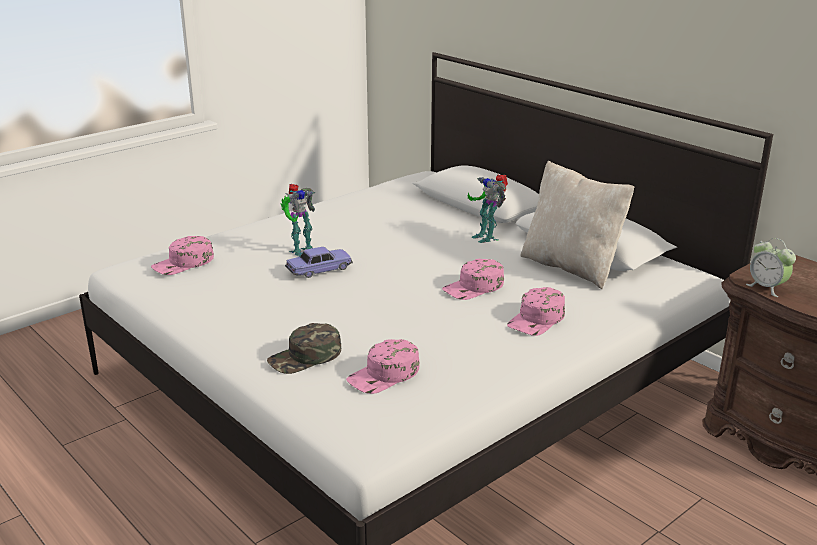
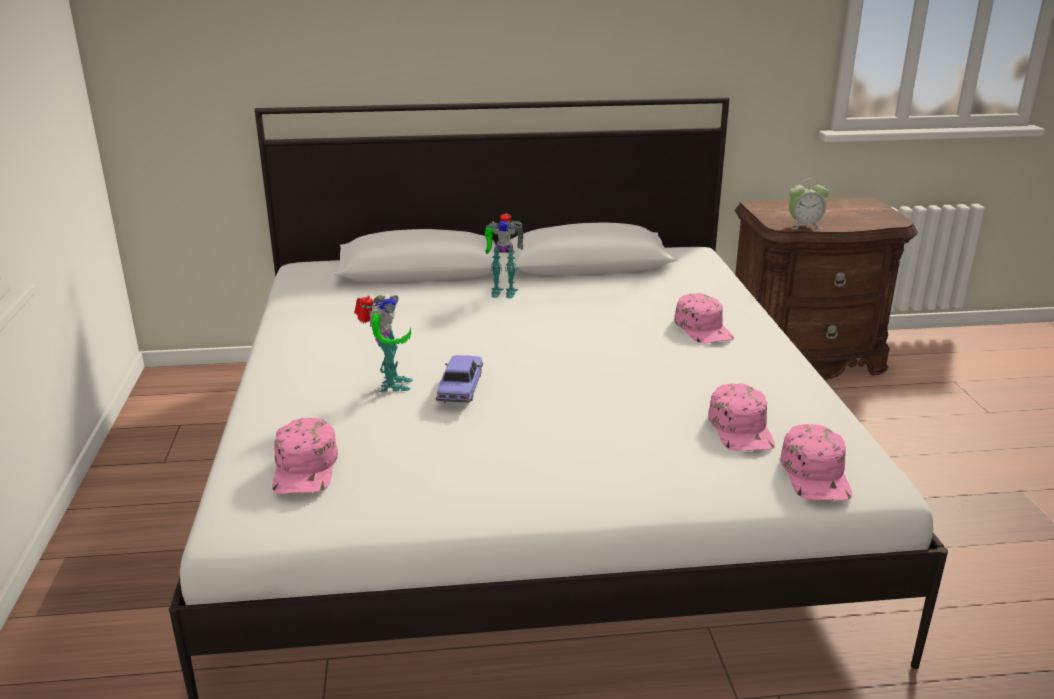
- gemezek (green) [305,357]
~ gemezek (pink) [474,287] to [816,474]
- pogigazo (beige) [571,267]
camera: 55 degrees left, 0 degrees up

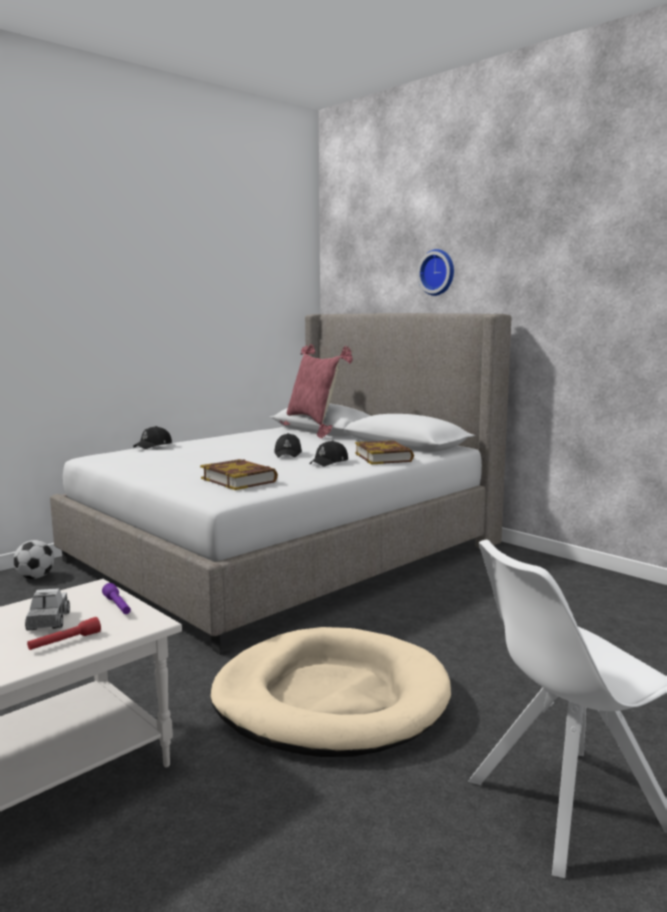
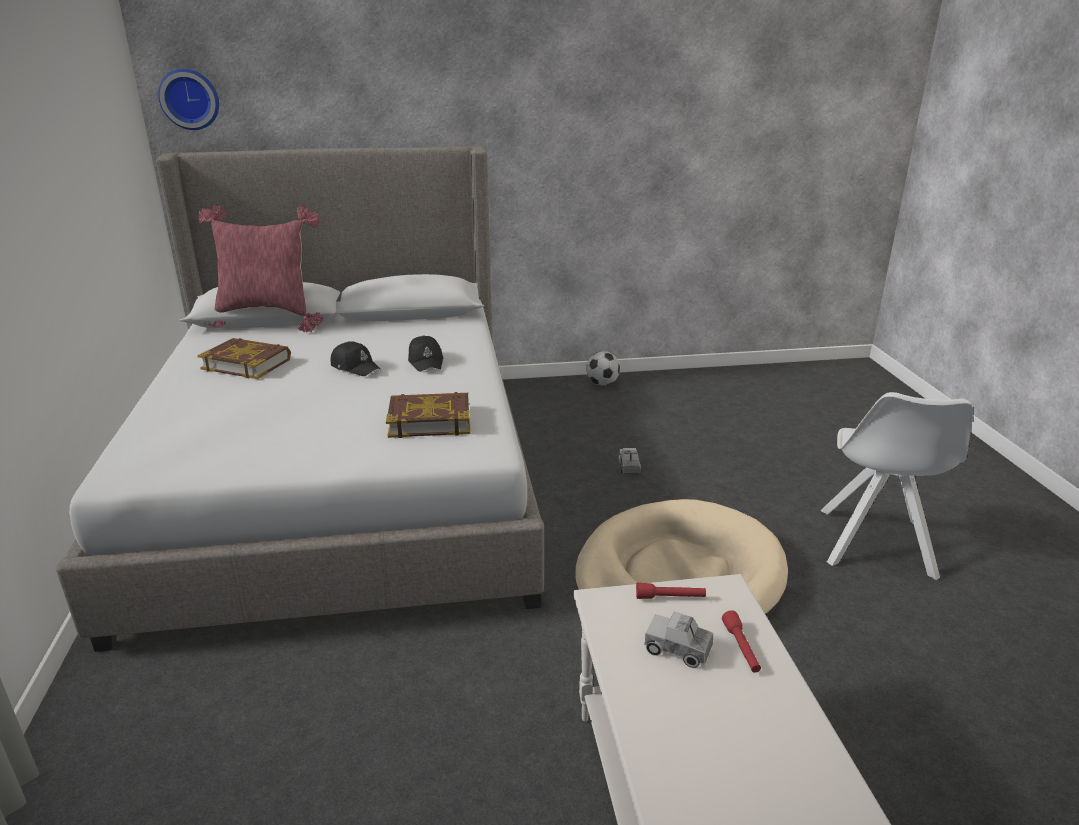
~ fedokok [36,577] to [602,384]
~ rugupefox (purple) [118,606] to rugupefox (red) [670,598]
- gemezek (black) [153,445]
~ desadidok [383,457] to [247,364]
~ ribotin [438,272] to [190,99]
+ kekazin [629,467]
camera: 55 degrees left, 15 degrees up

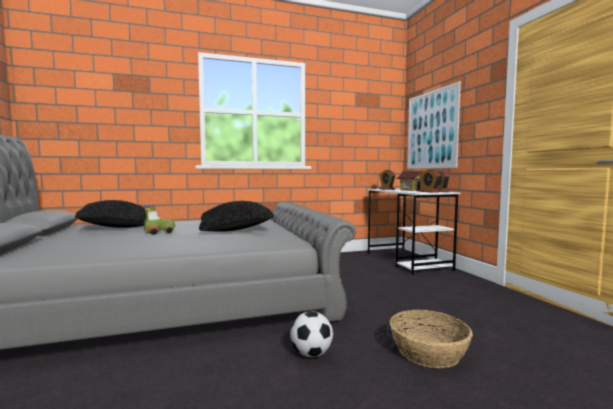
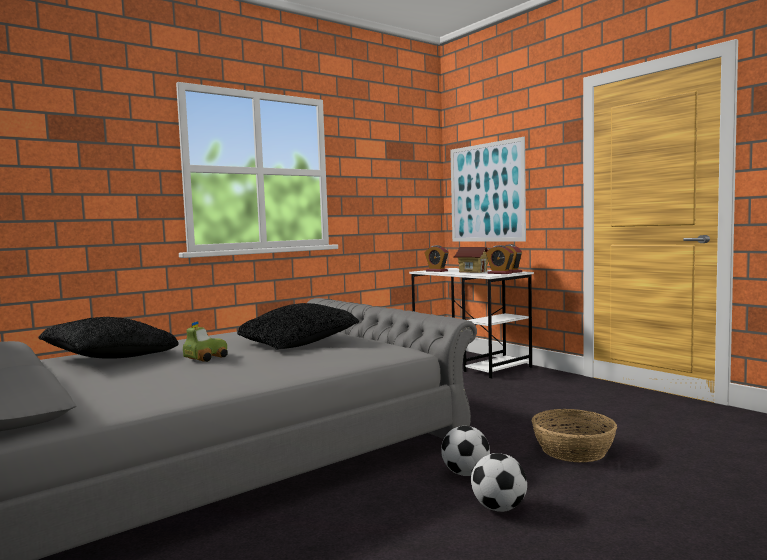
+ fedokok [499,508]
camera: 20 degrees left, 0 degrees up

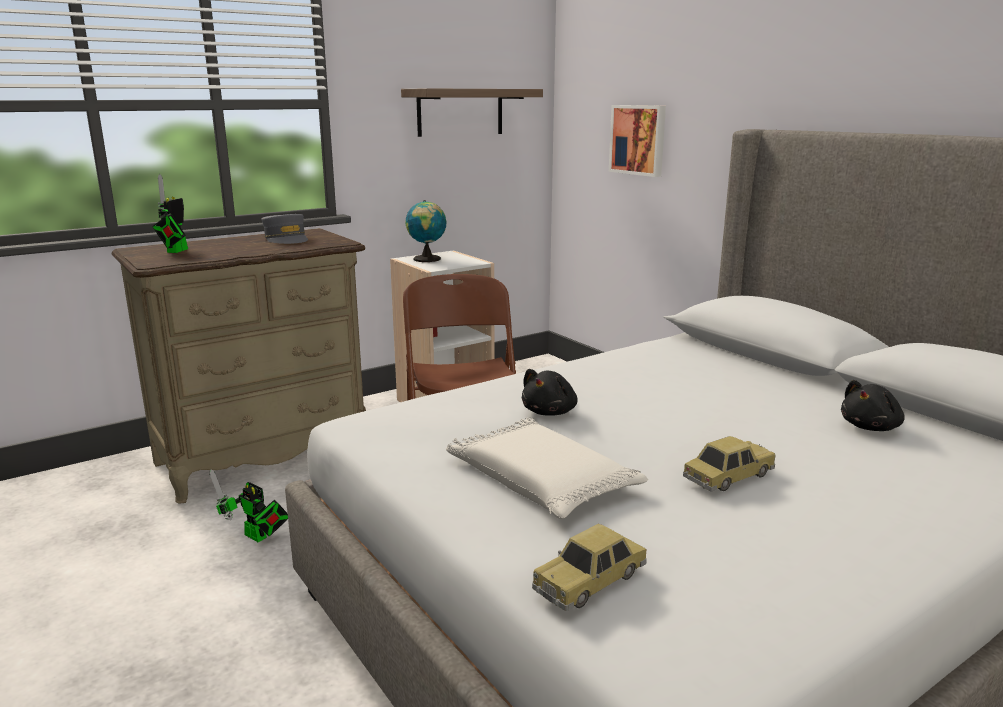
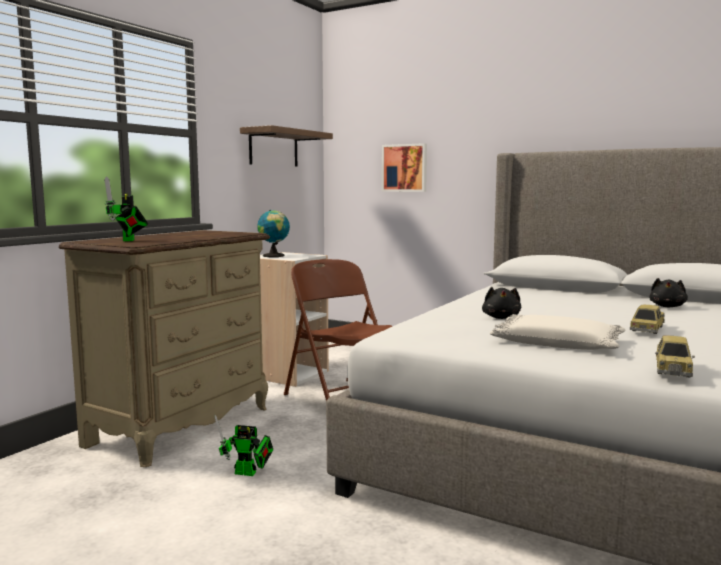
- gemezek (grey) [286,239]
camera: 25 degrees left, 10 degrees down

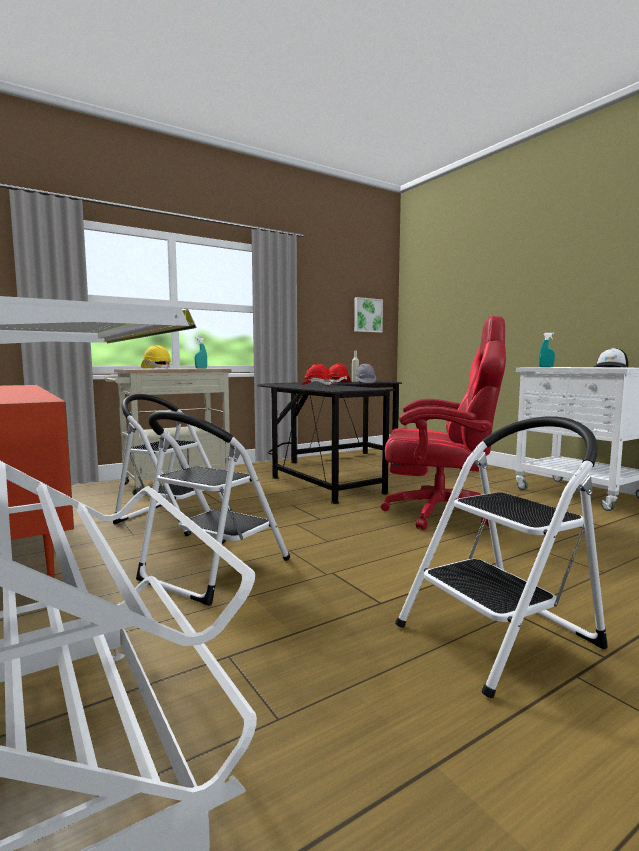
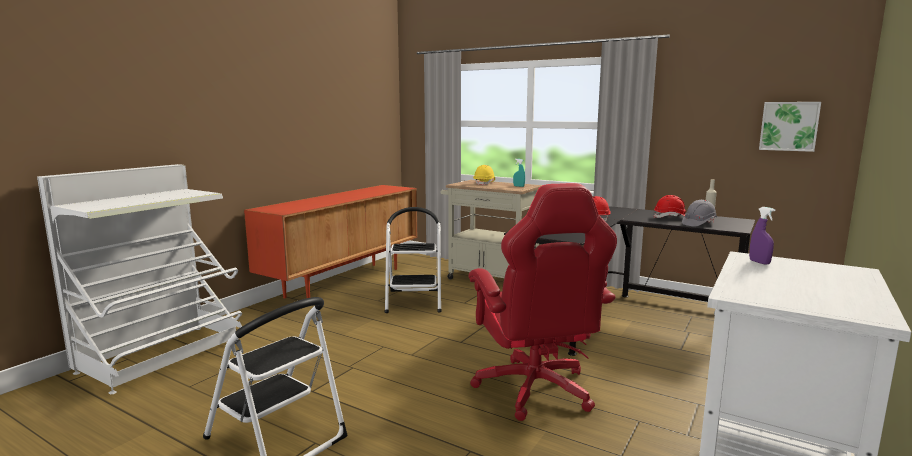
- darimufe [212,571]
~ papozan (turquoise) [546,367] to papozan (purple) [759,262]
- gemezek [611,367]
camera: 65 degrees right, 5 degrees up

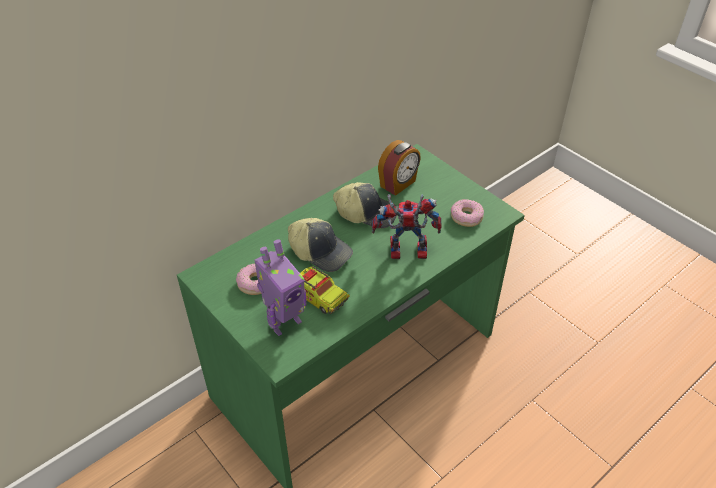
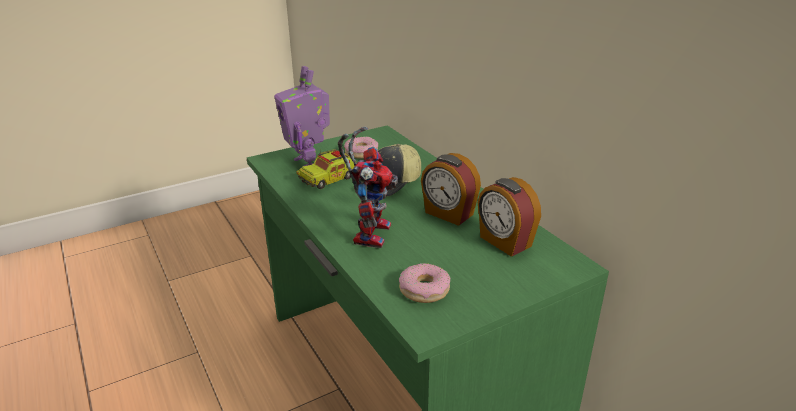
~ gemezek [367,213] to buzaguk [448,214]
camera: 100 degrees right, 15 degrees down

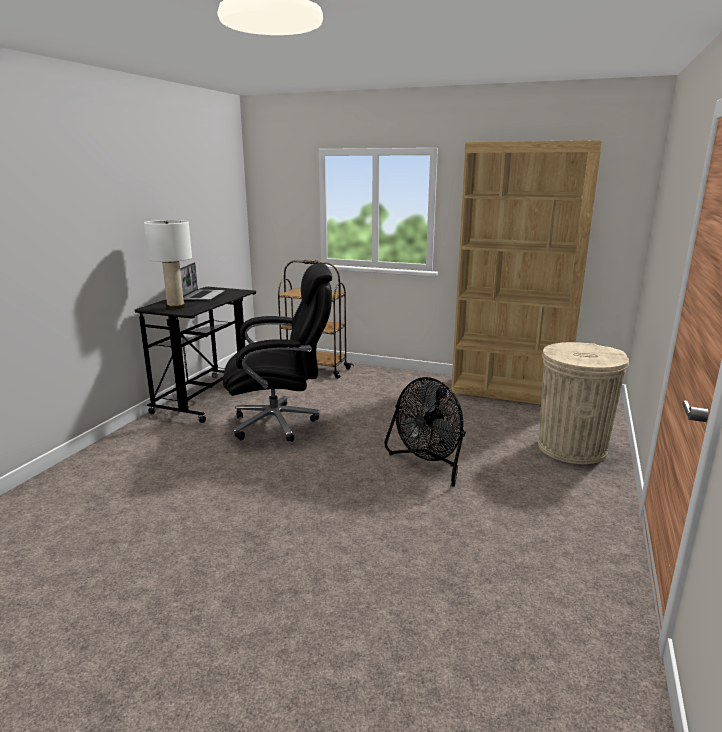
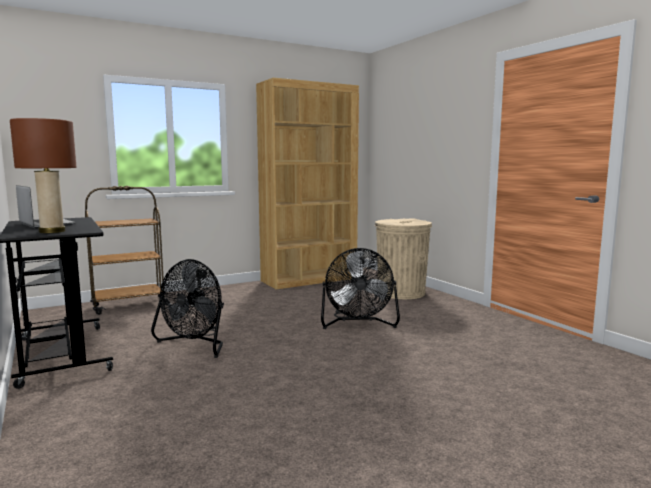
~ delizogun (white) [176,307] to delizogun (brown) [52,231]
~ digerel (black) [280,424] to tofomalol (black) [196,343]
camera: 50 degrees left, 10 degrees down

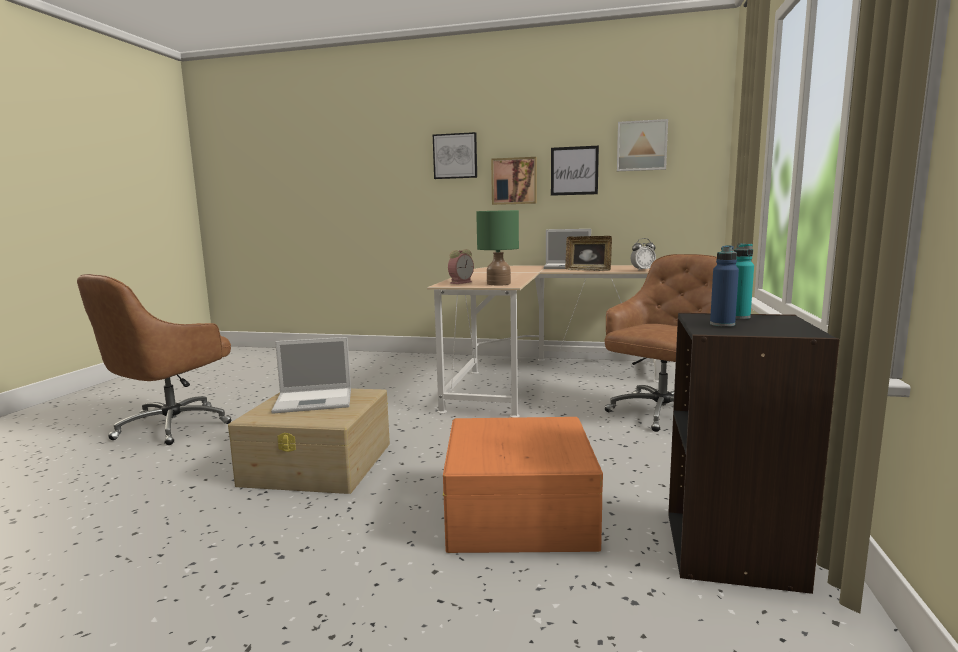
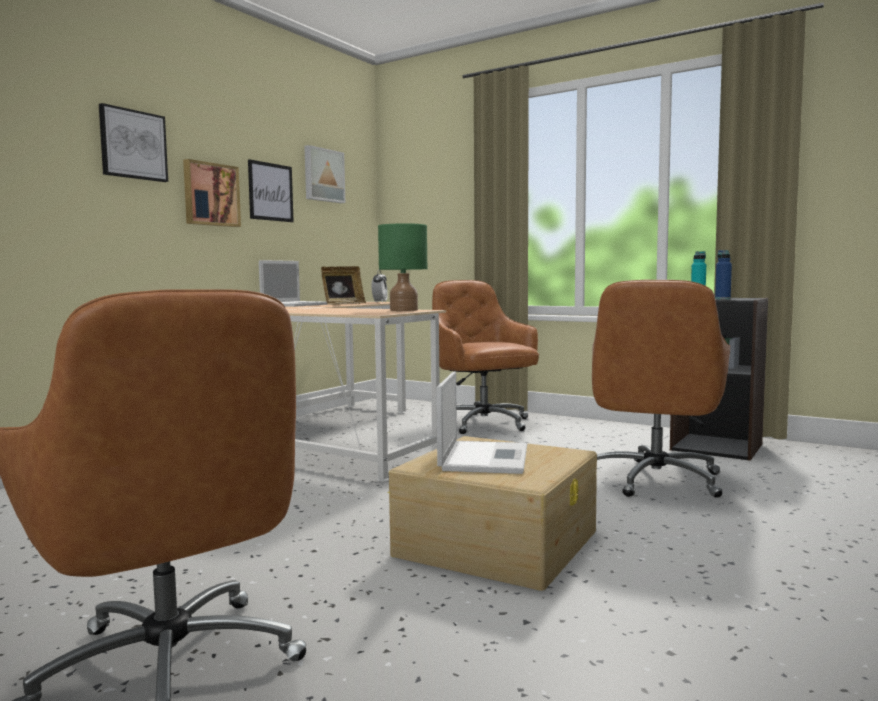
~ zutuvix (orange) [519,511] to digerel (brown) [654,480]
- buzaguk [461,282]
camera: 70 degrees left, 5 degrees down

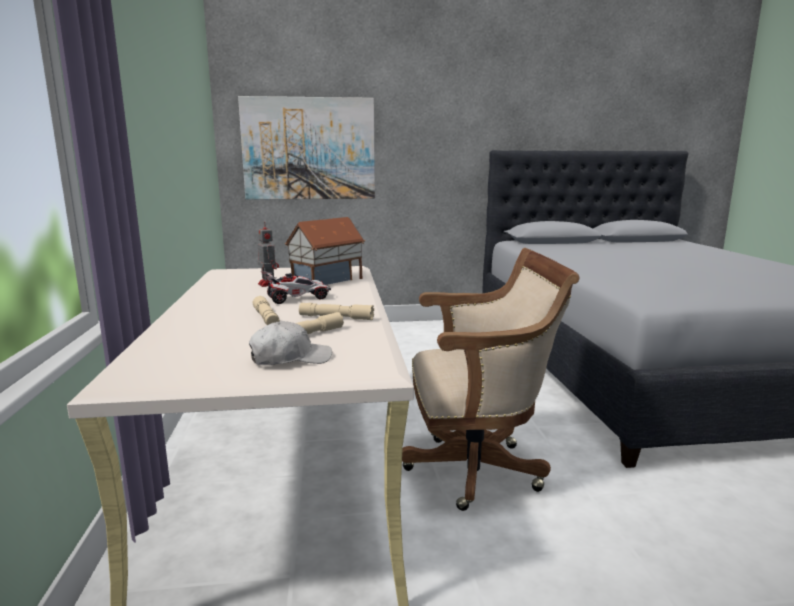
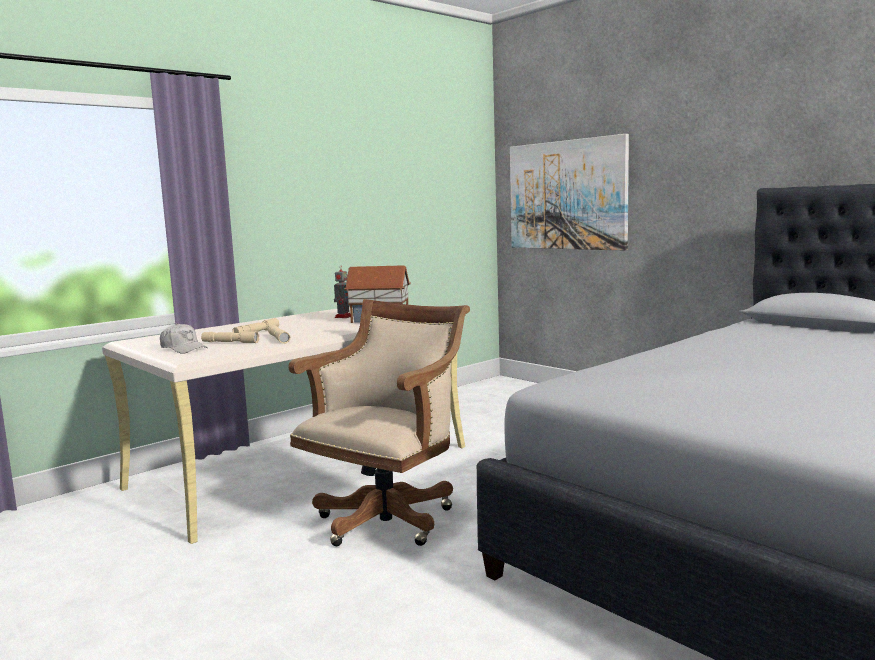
- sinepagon [297,299]
~ digerel [479,470] = [389,518] 105 degrees counterclockwise
camera: 55 degrees right, 5 degrees down

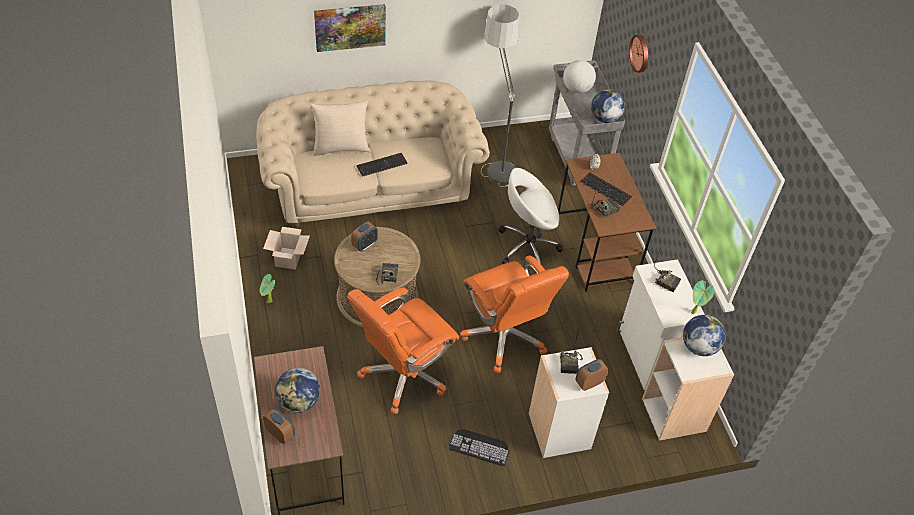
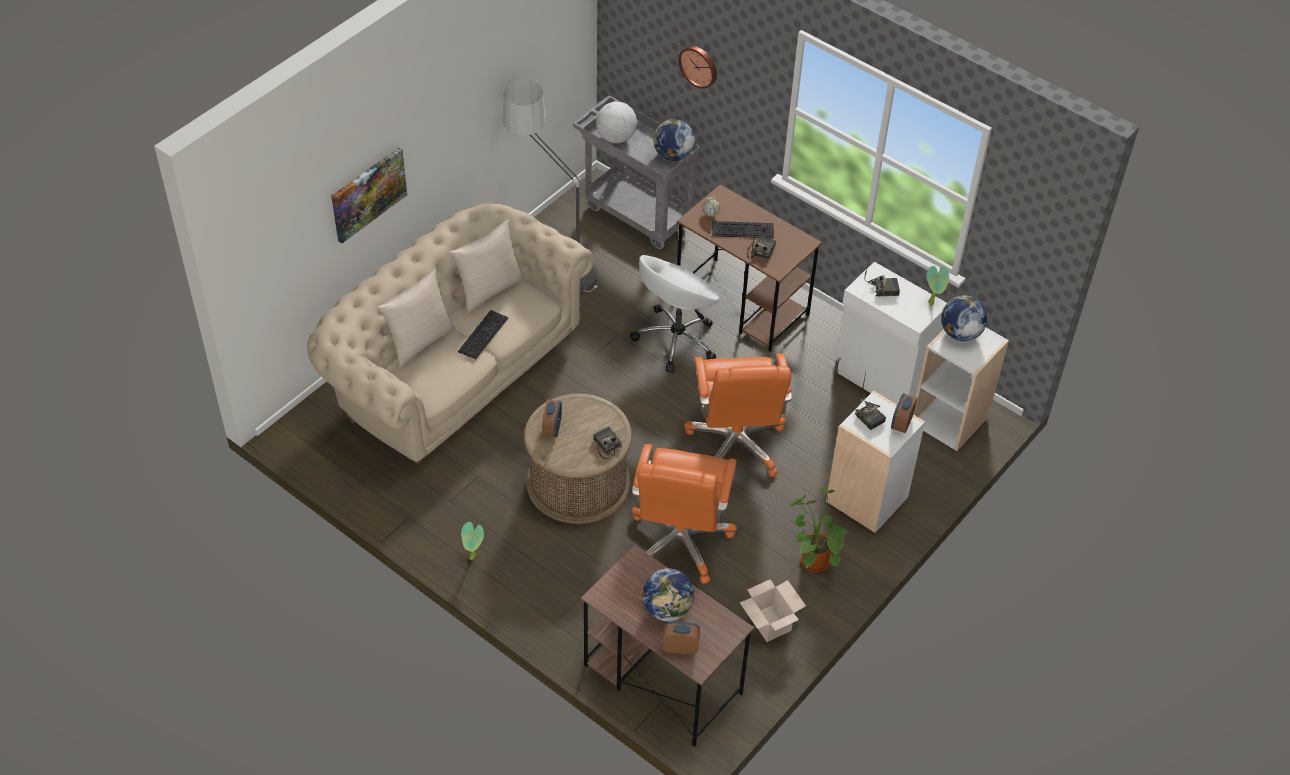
~ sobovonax [288,258] to [769,623]
~ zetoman [480,446] to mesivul [812,559]
~ digerel (orange) [503,336] = [736,443] 60 degrees clockwise
+ pogigazo (beige) [489,289]
camera: 35 degrees left, 0 degrees up

